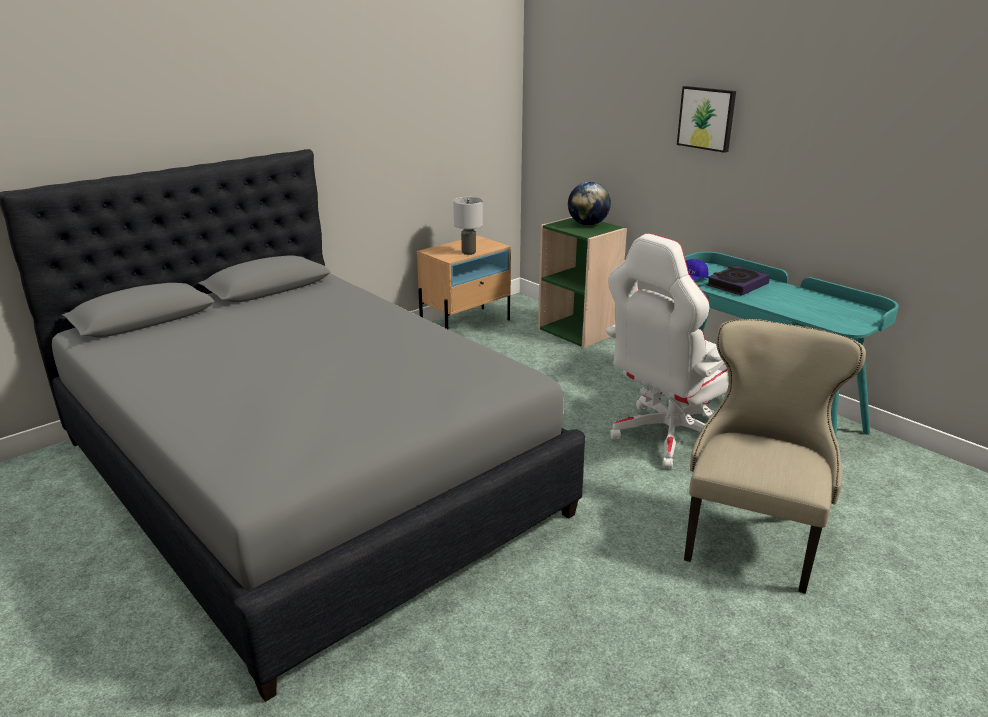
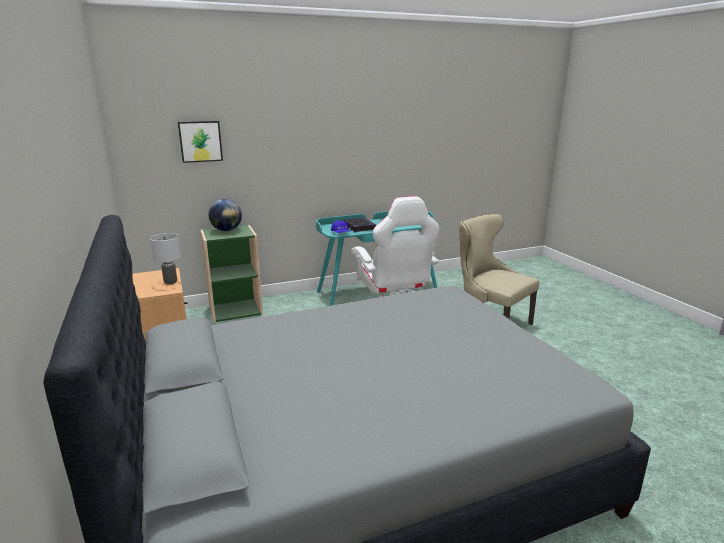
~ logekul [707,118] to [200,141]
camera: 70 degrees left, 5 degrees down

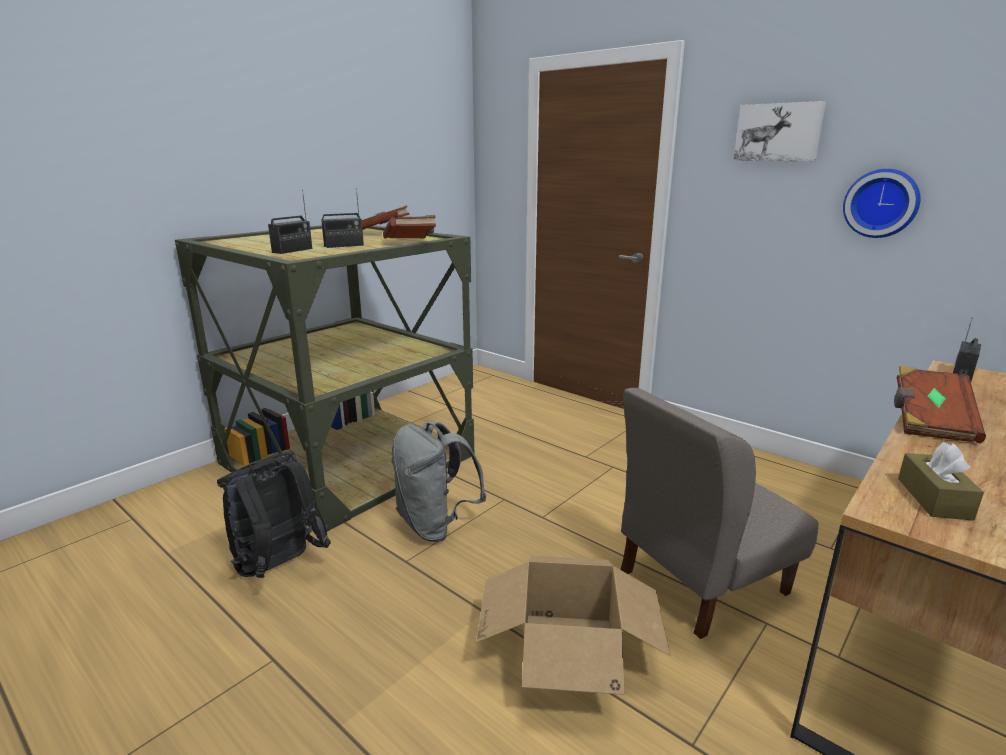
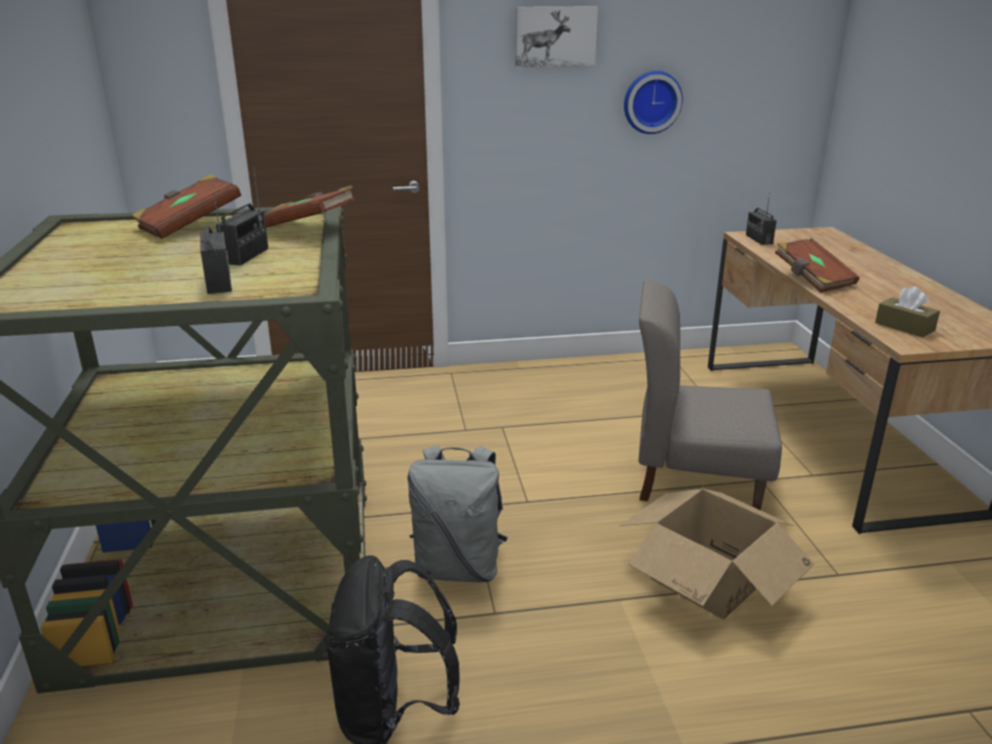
~ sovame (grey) [701,581] = [695,478] 90 degrees clockwise
camera: 50 degrees left, 5 degrees up

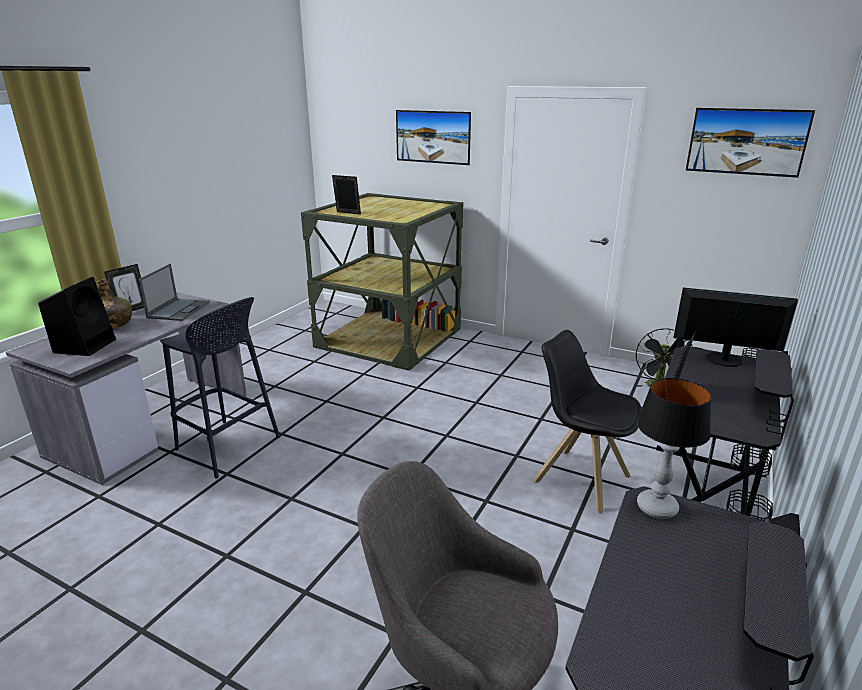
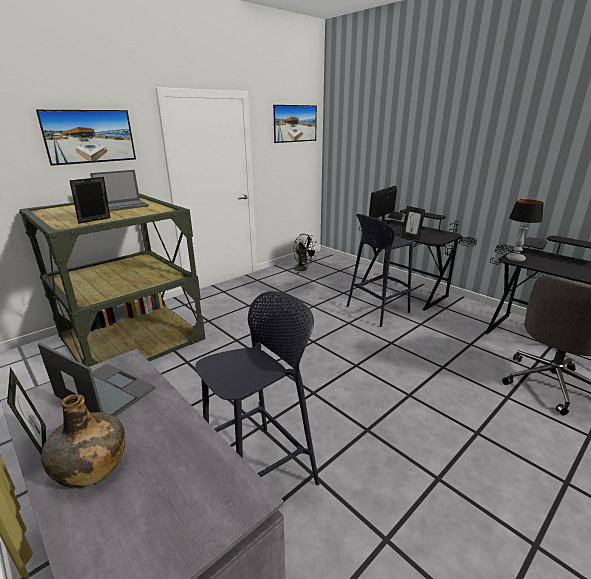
- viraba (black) [85,345]
~ sovame (black) [580,478] to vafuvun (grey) [378,311]
+ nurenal [123,206]
camera: 70 degrees left, 0 degrees up

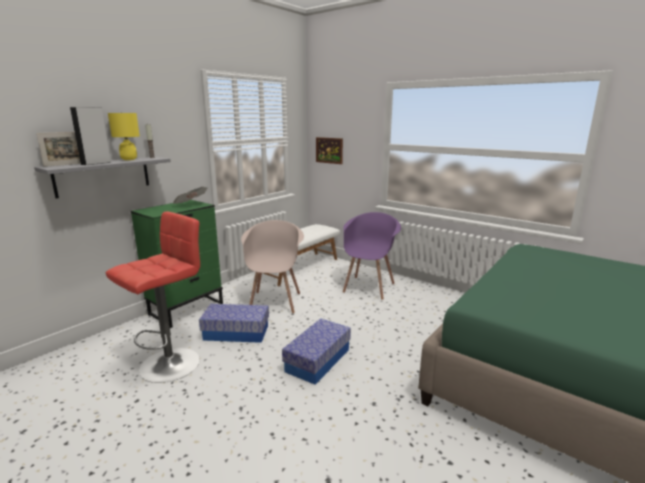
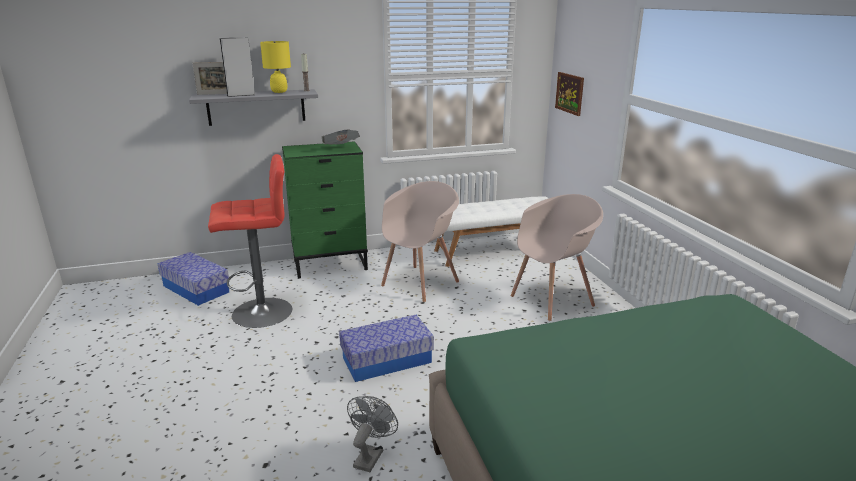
~ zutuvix [236,332] to [196,289]
~ sovame (purple) [369,287] to sovame (beige) [552,300]
+ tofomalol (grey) [370,455]
camera: 35 degrees right, 5 degrees up

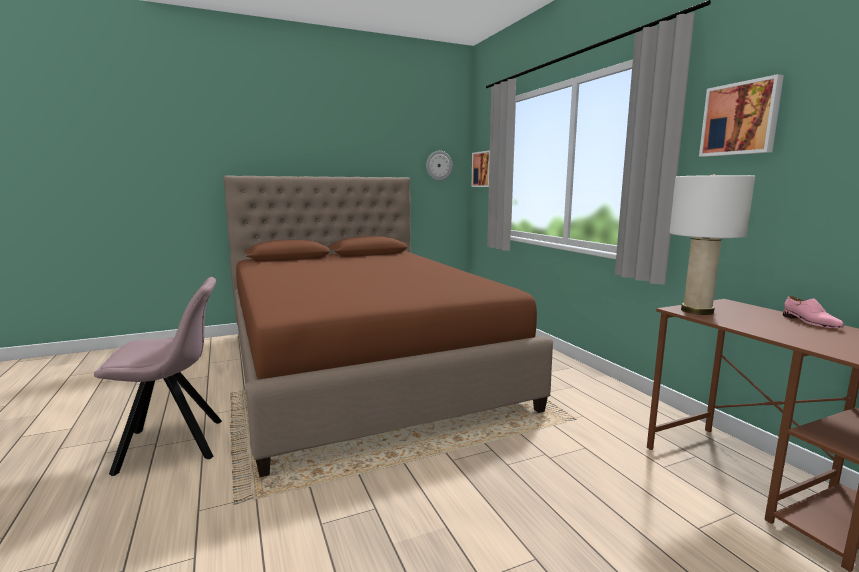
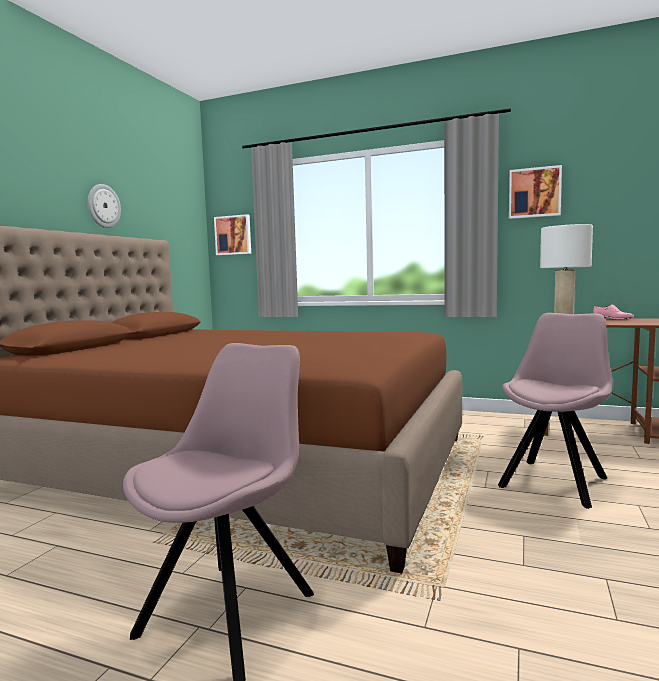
~ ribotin [439,165] to [103,206]
+ sovame (pink) [554,482]
camera: 45 degrees left, 5 degrees down

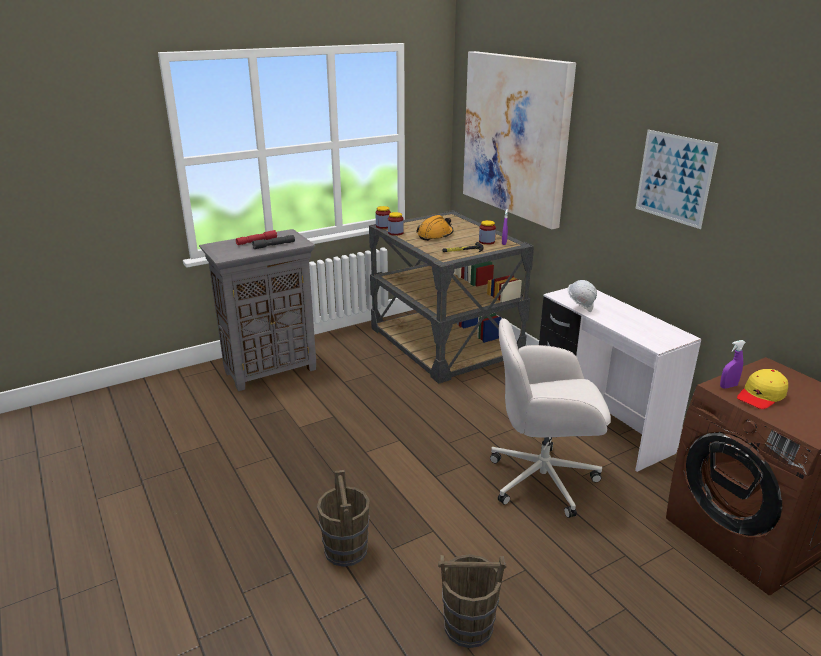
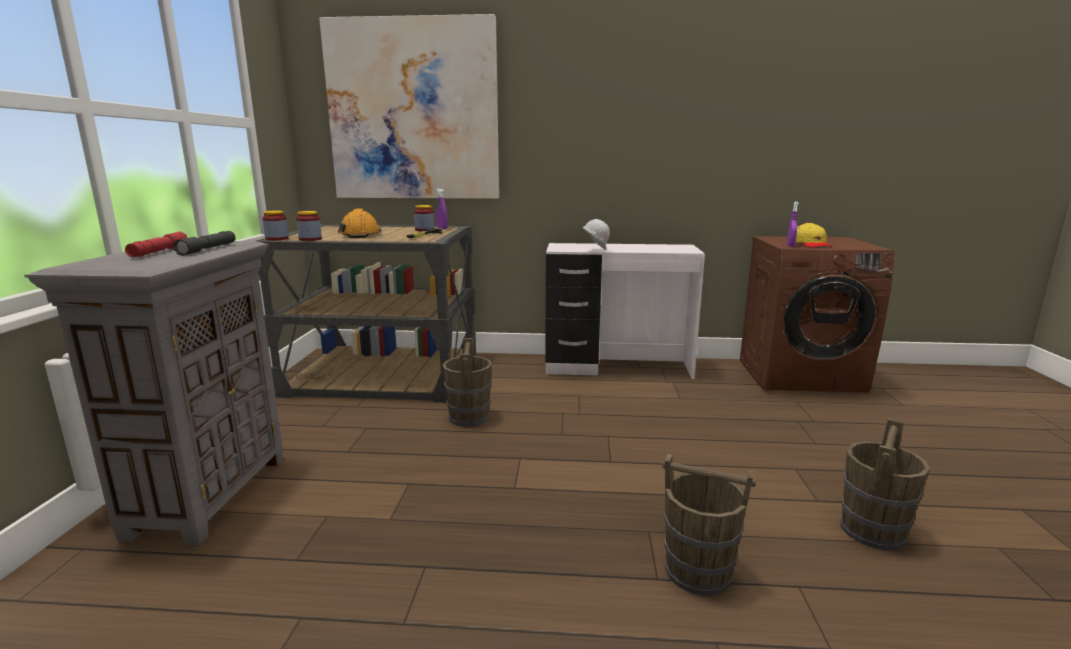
- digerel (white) [542,480]
- logekul [674,178]
+ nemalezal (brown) [469,417]
camera: 55 degrees left, 10 degrees down

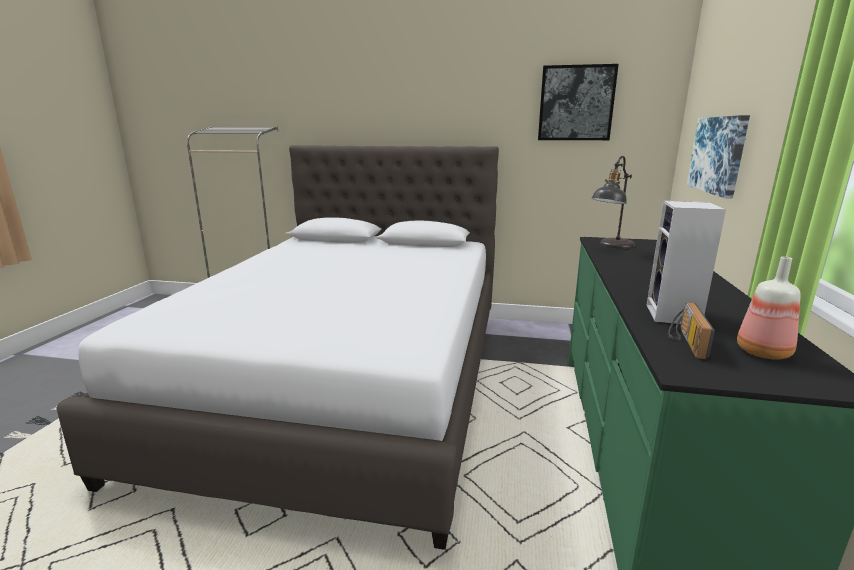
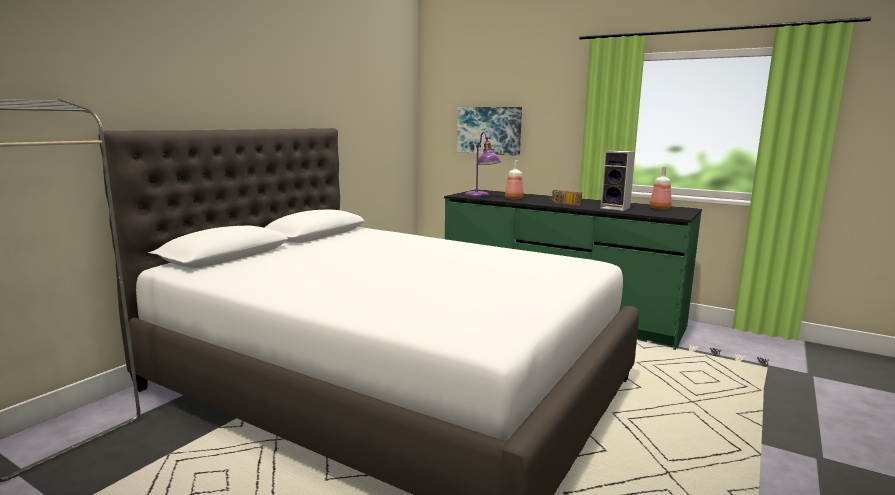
- logekul [576,103]
~ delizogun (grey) [611,247] to delizogun (purple) [482,196]
~ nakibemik [684,341] to [564,204]
+ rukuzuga [513,198]
camera: 70 degrees left, 5 degrees down

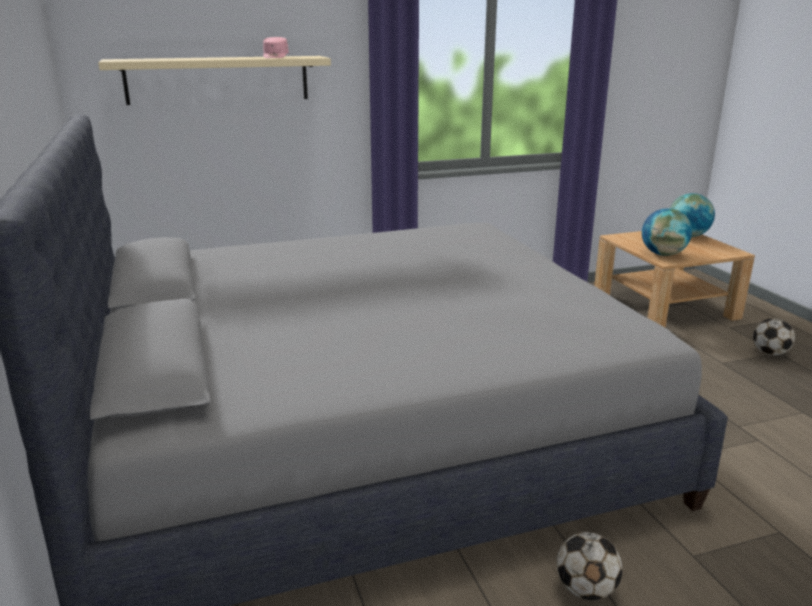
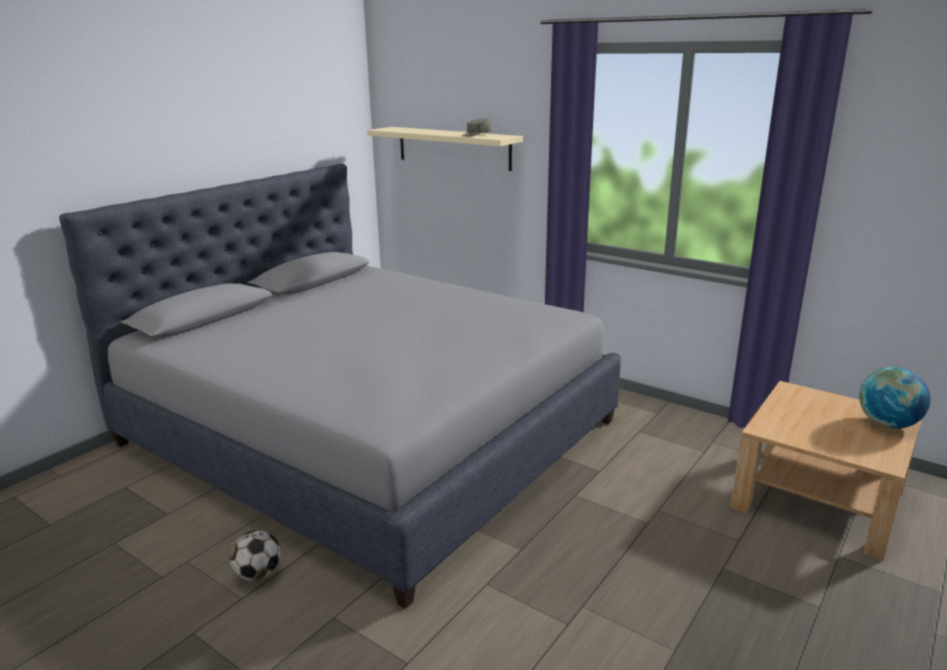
~ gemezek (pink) [275,57] to gemezek (grey) [476,135]
- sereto [663,254]
- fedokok [770,353]
camera: 55 degrees right, 0 degrees up

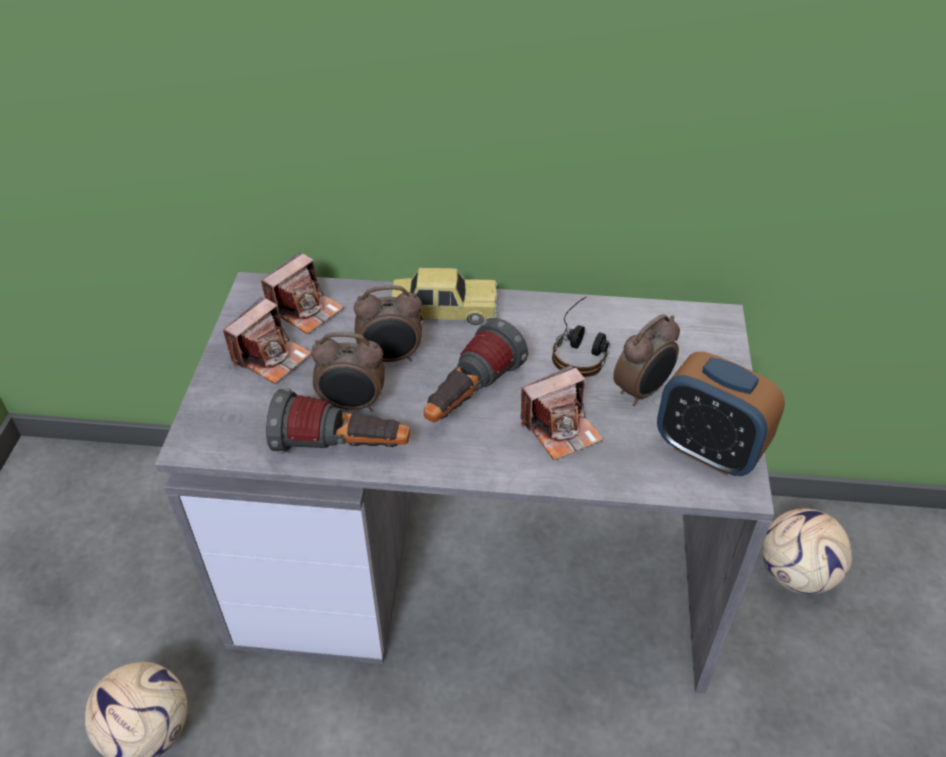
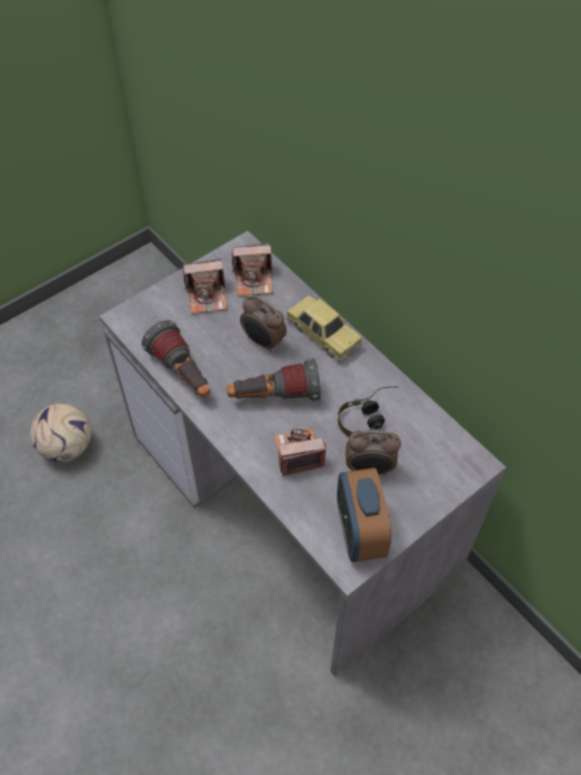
- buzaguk [352,405]
~ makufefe [561,429] = [298,453] 150 degrees clockwise
- fedokok [797,574]
camera: 45 degrees right, 10 degrees up

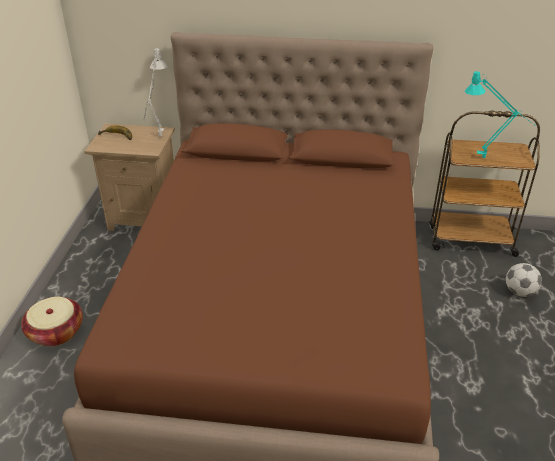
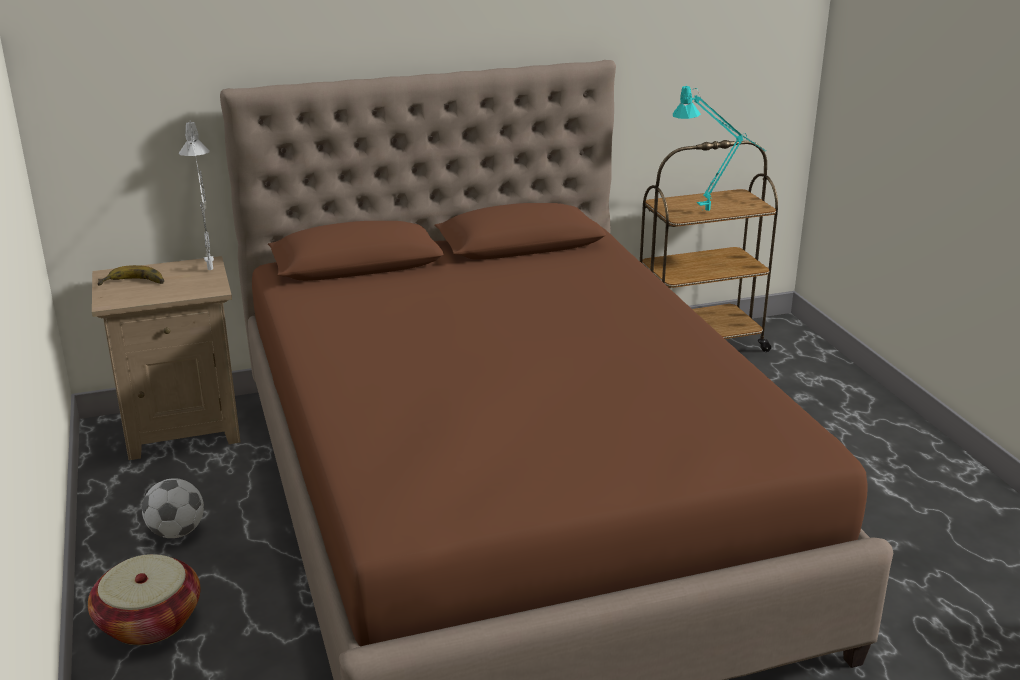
~ fedokok [519,292] to [177,532]
camera: 25 degrees left, 10 degrees down

